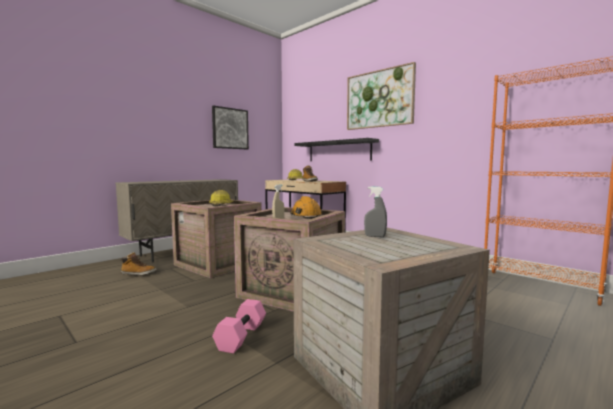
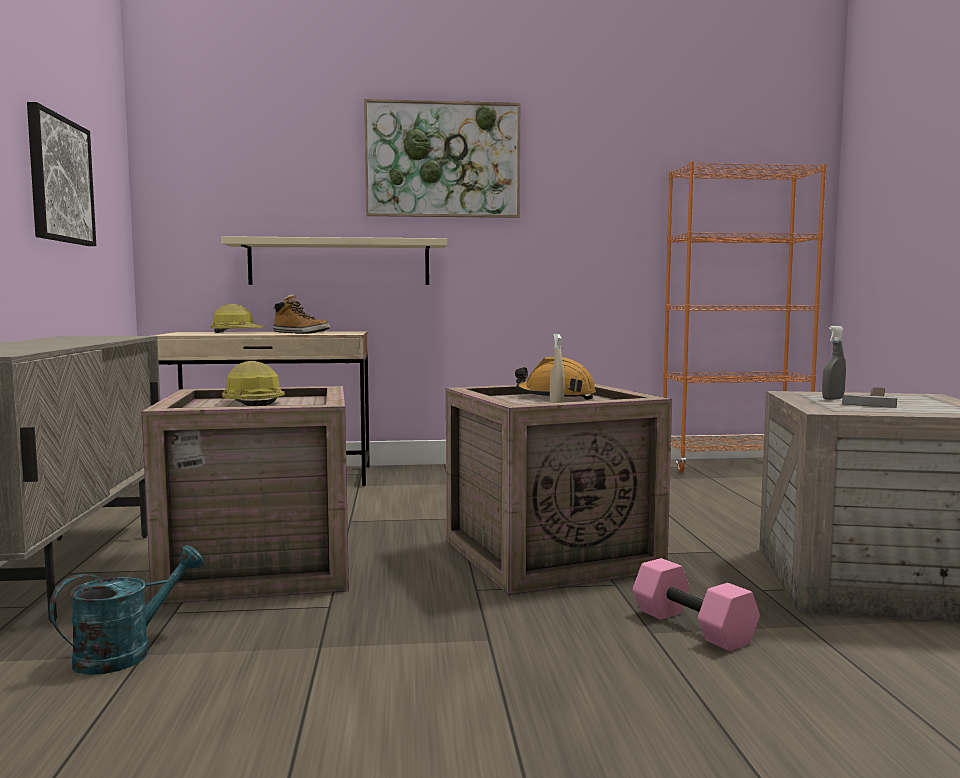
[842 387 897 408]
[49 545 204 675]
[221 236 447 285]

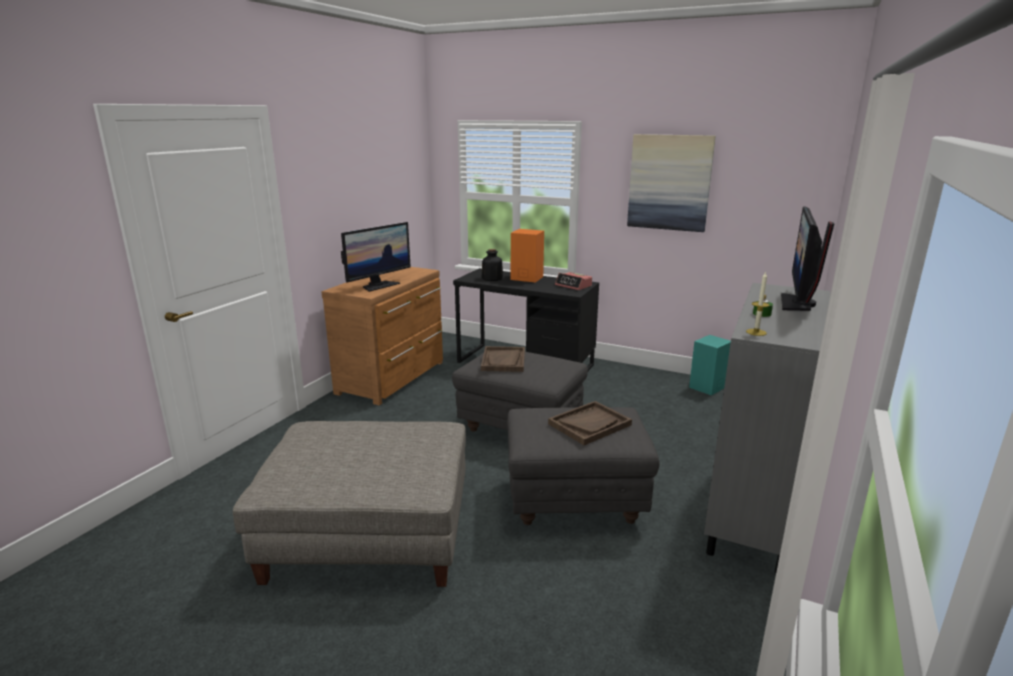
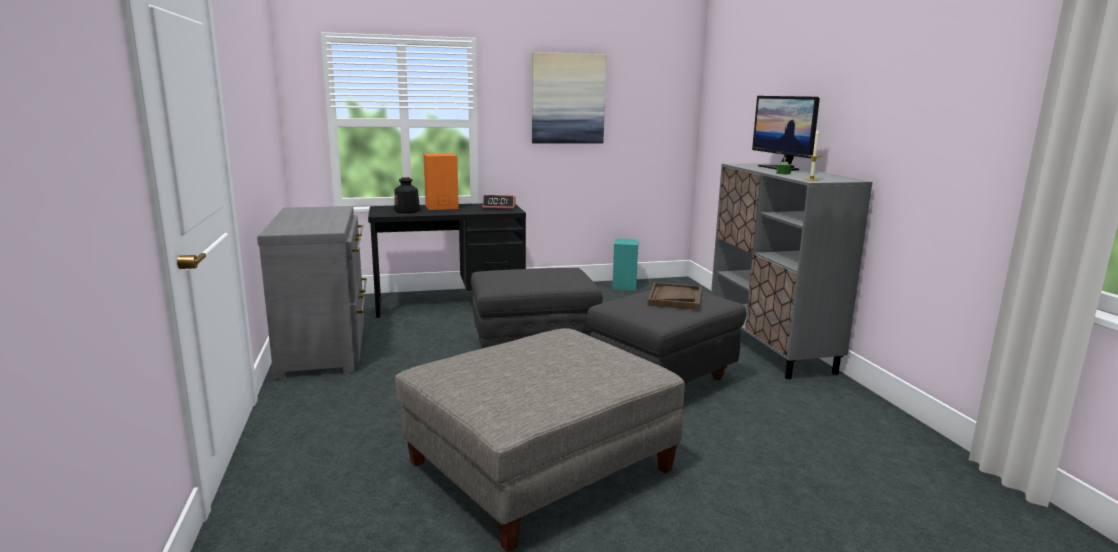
[341 222 411 292] (first image)
[481 346 525 372] (first image)
[257 206 367 379]

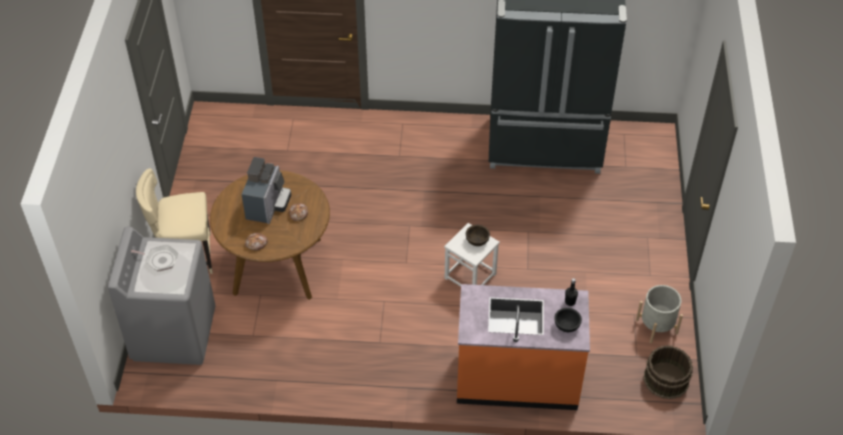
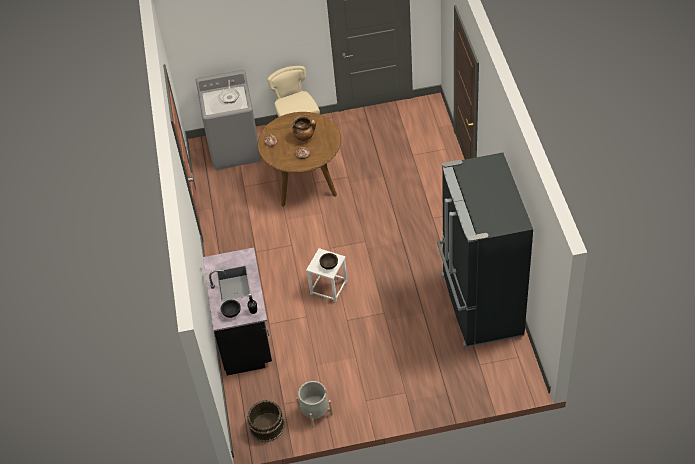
[293 115 316 142]
[203 248 272 375]

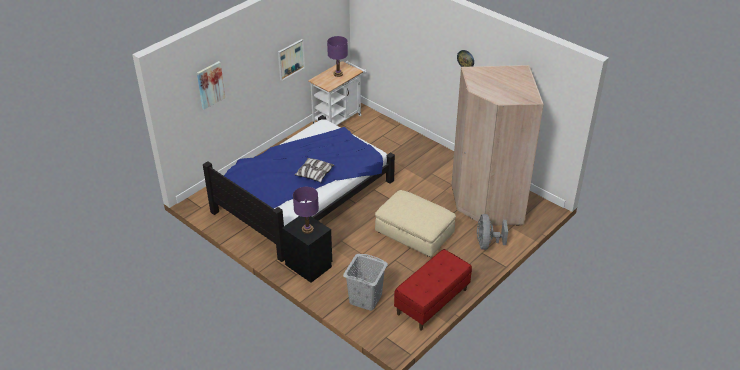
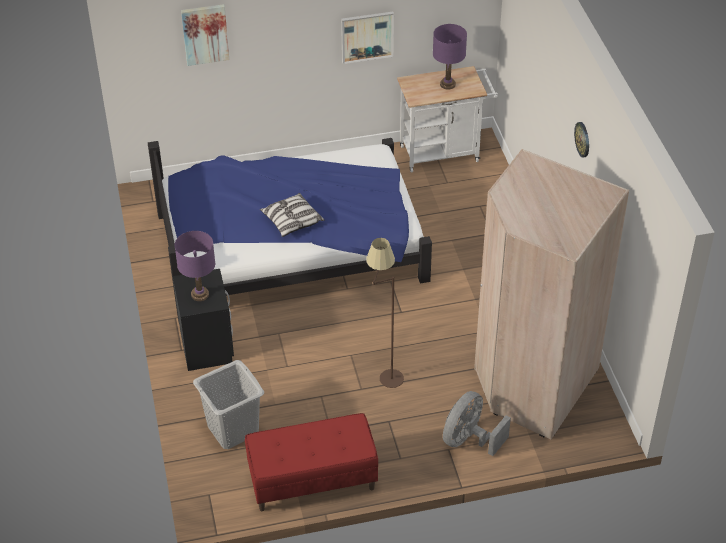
[366 238 404 388]

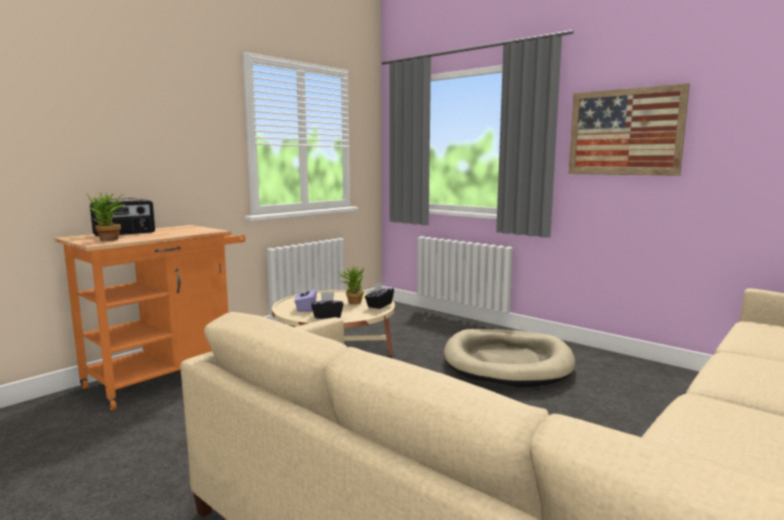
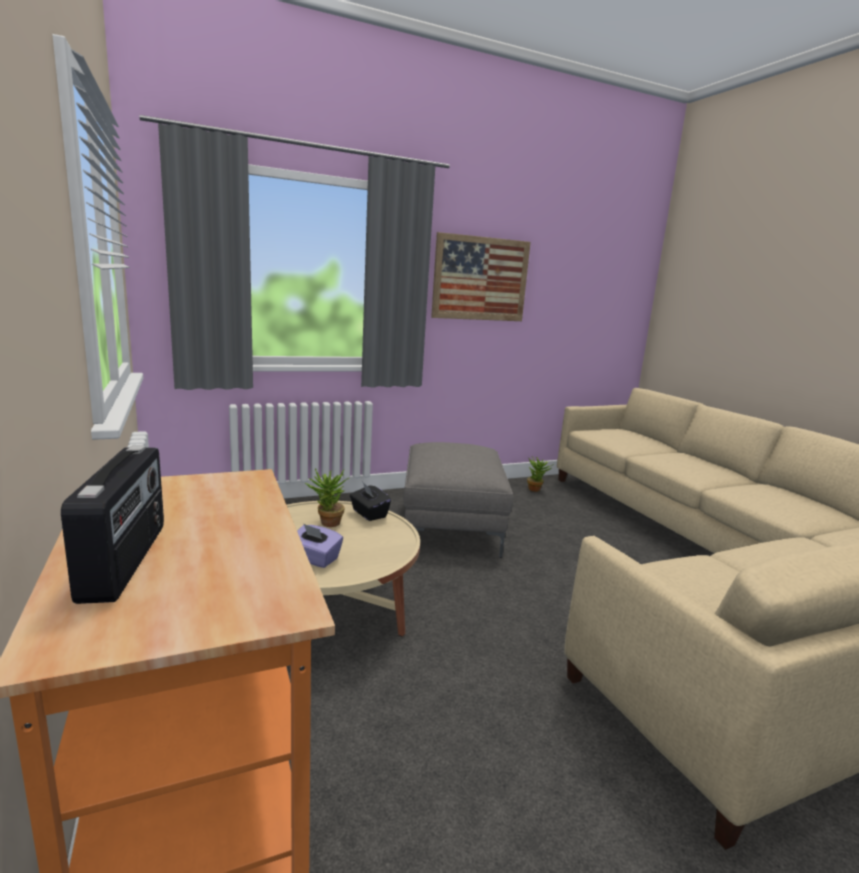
[311 292 343 319] (first image)
[527 456 554 492]
[403 442 513 558]

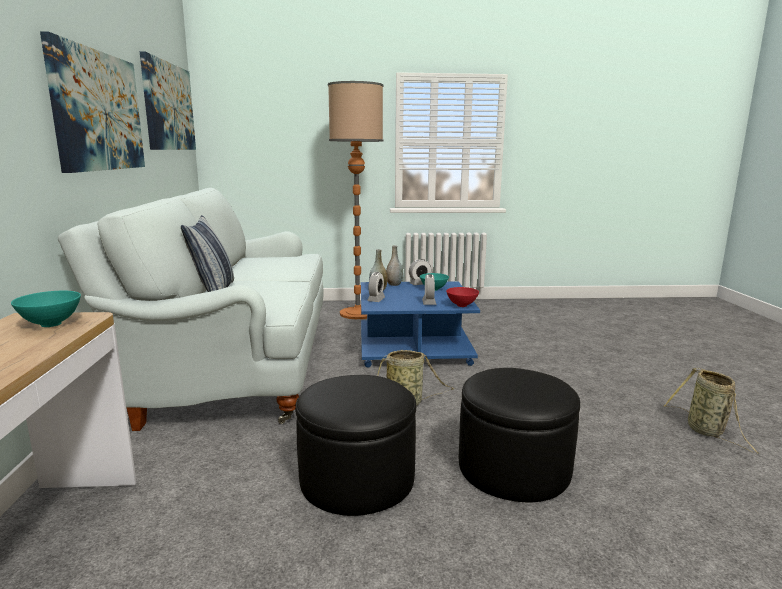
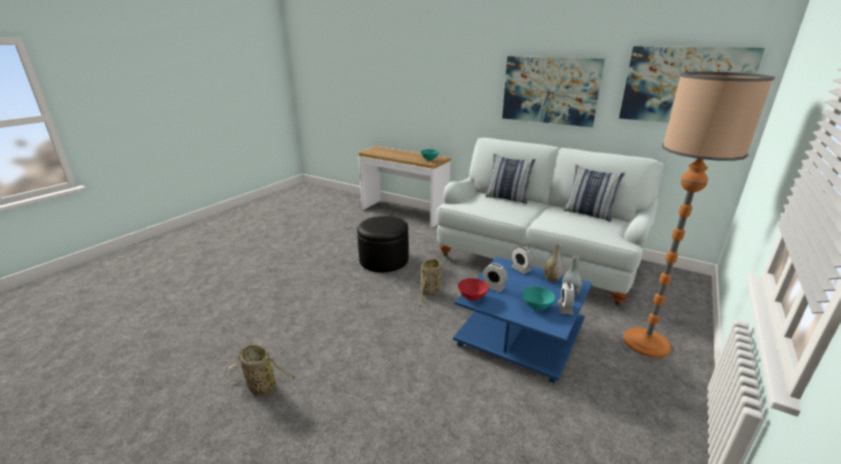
[459 368 580 502] (first image)
[564 165 625 222]

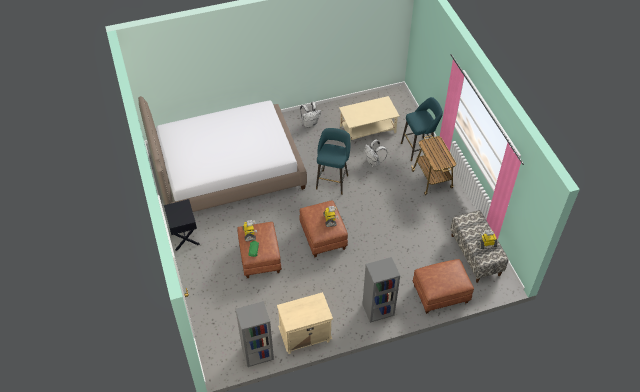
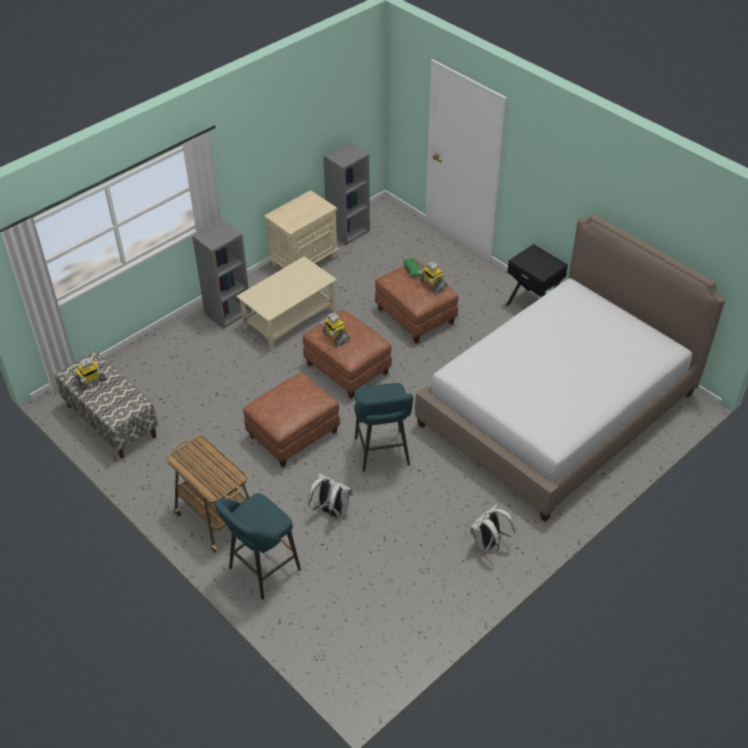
[236 256 337 350]
[243 373 340 467]

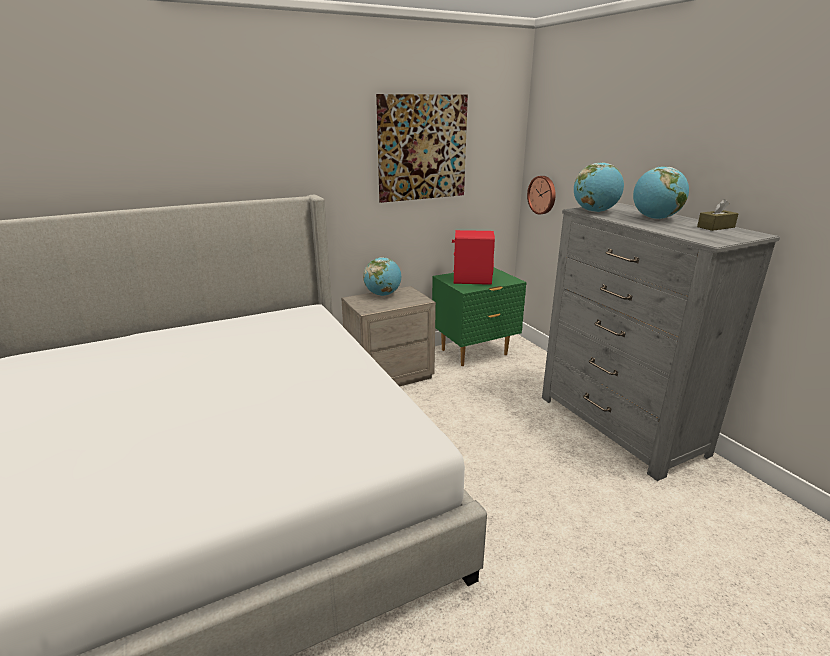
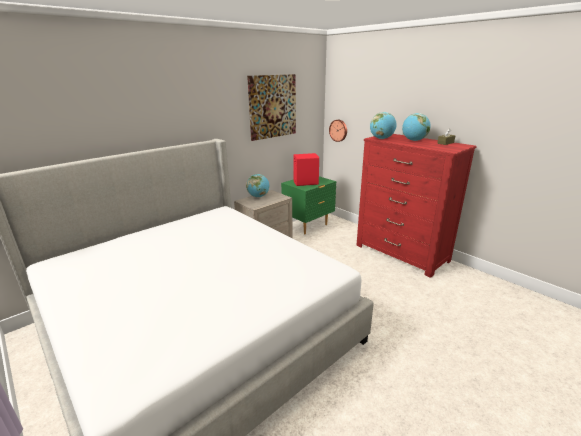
[356 134 477 278]

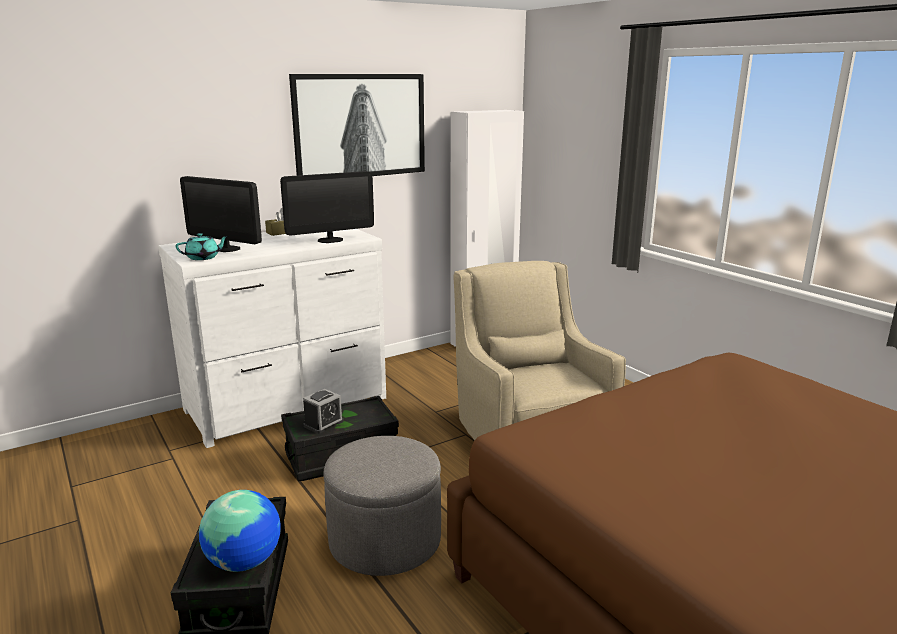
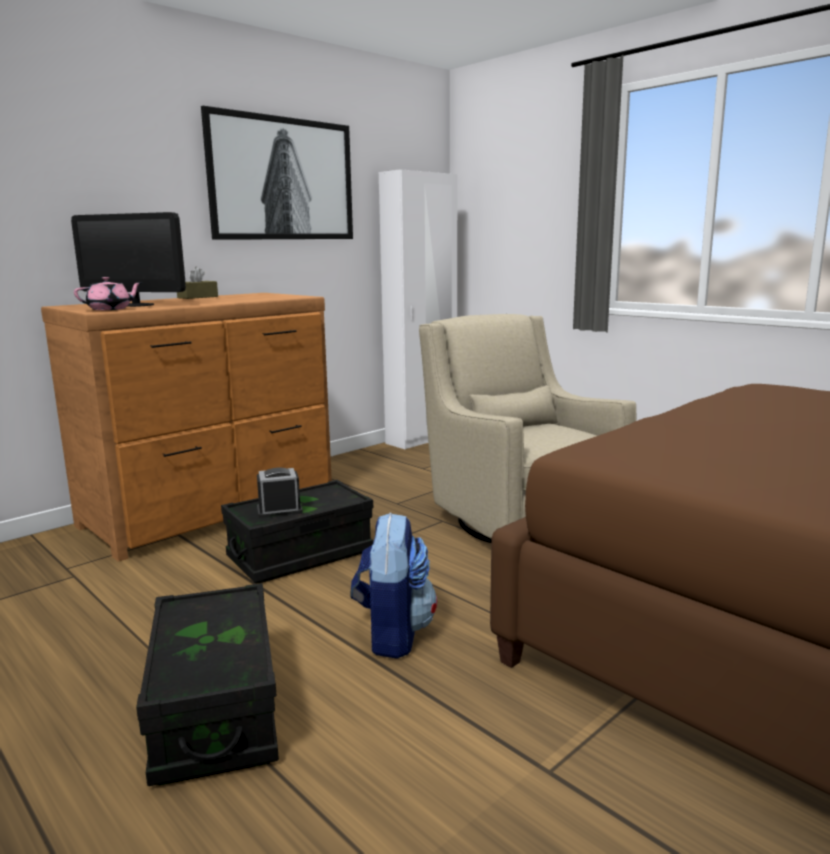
[199 490 281 572] (first image)
[280 171 374 243] (first image)
[350 513 437 659]
[41 293 332 562]
[74 277 141 310]
[257 468 303 518]

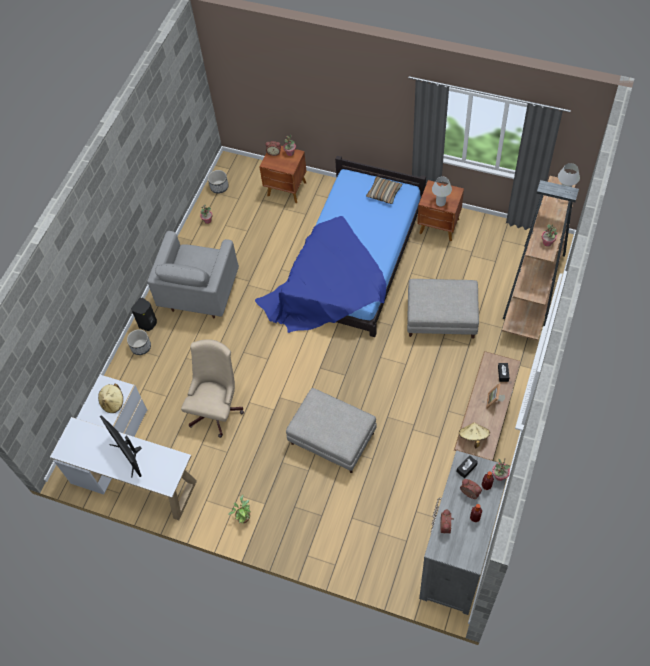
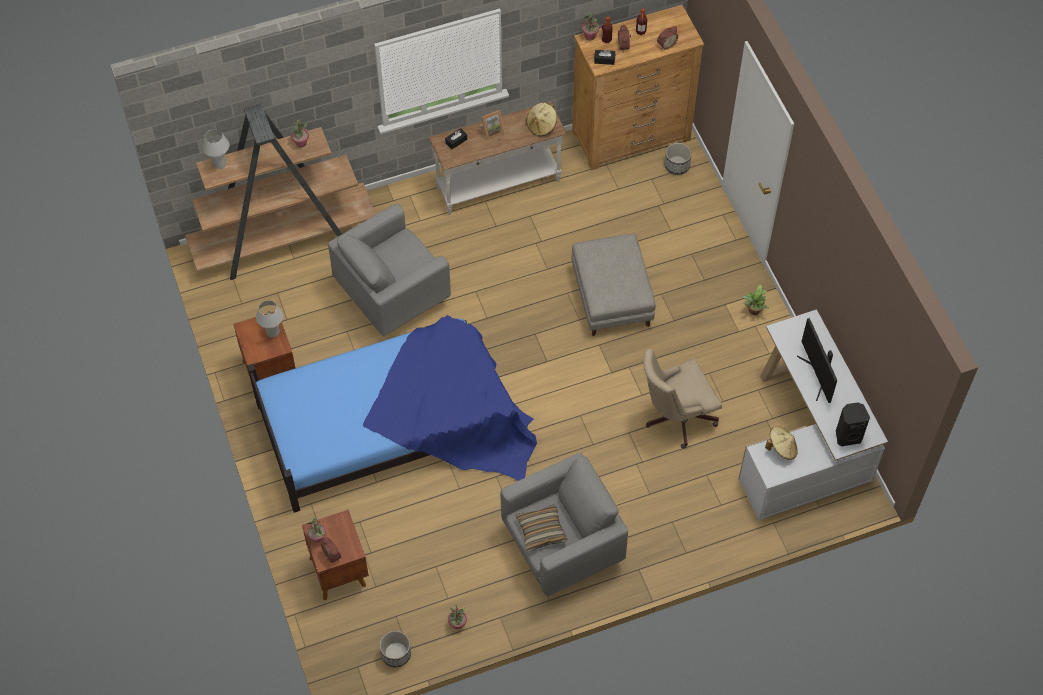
[664 143 692 175]
[836 402 870 446]
[515 505 567 552]
[328 204 451 336]
[572 5 704 171]
[797 318 837 403]

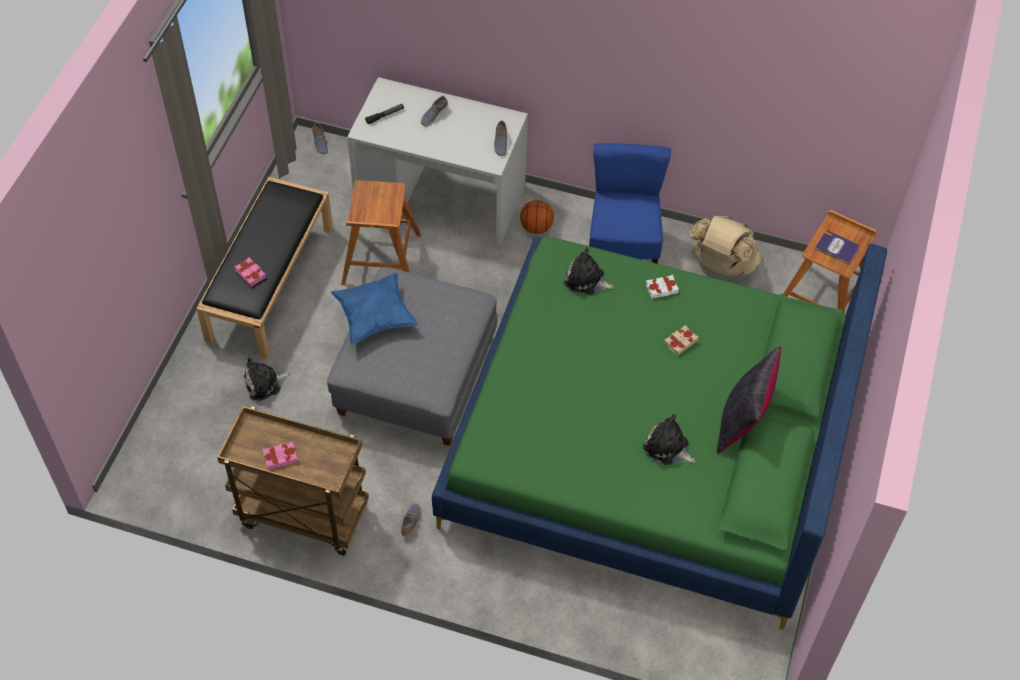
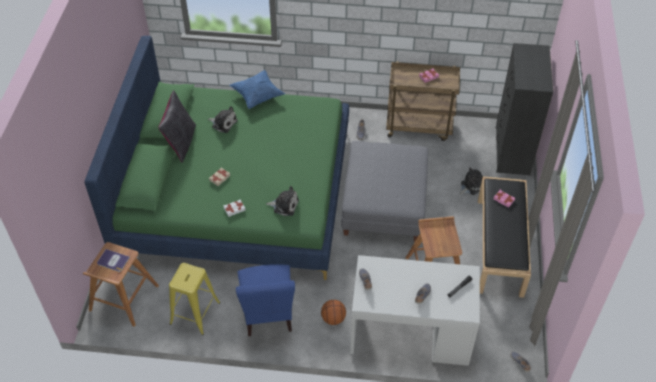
[496 43 553 175]
[230 70 285 109]
[169 263 220 335]

